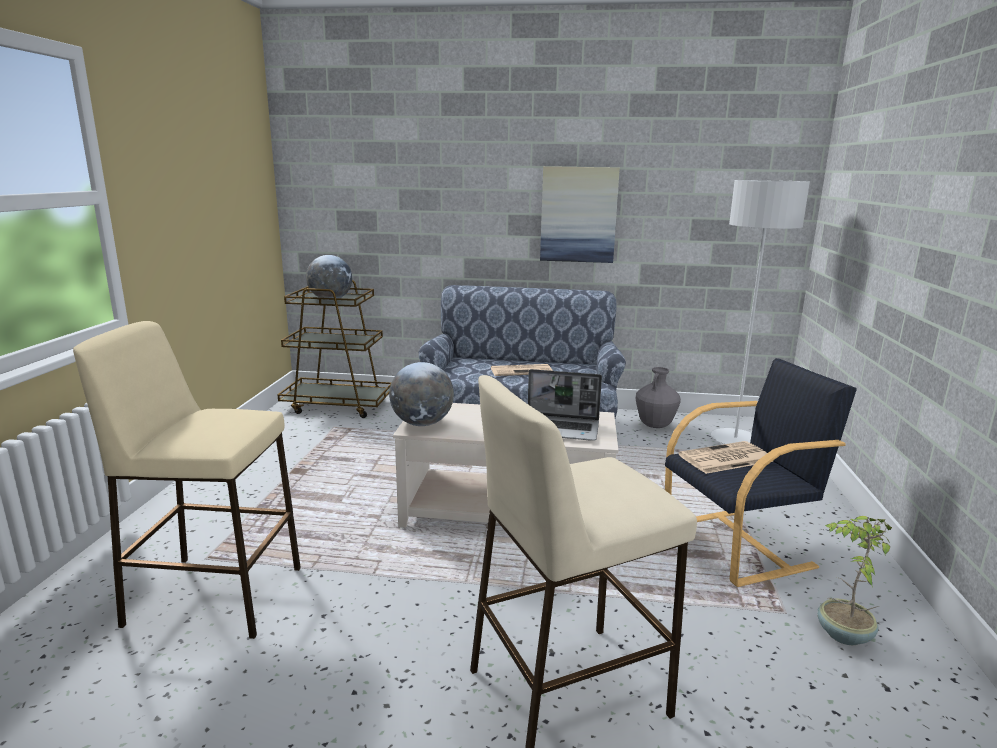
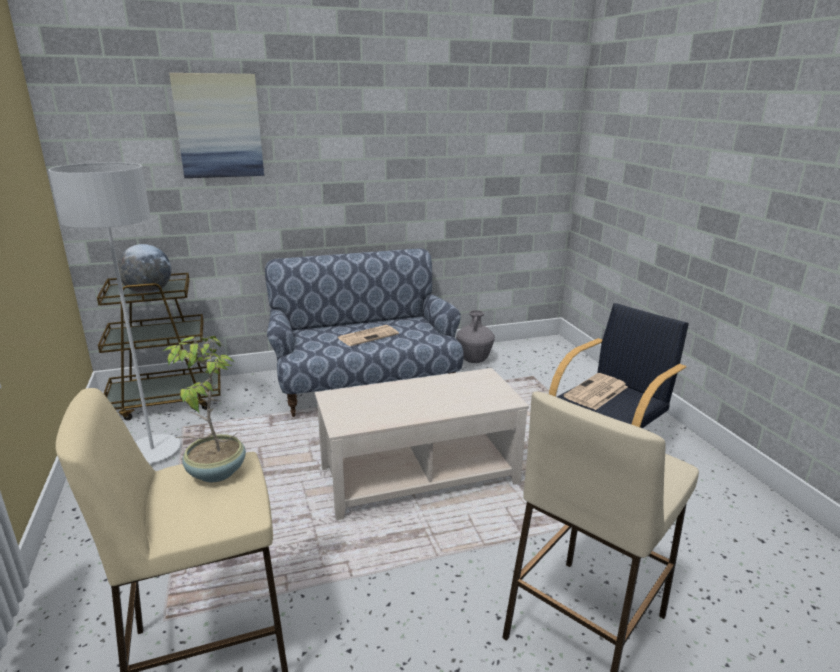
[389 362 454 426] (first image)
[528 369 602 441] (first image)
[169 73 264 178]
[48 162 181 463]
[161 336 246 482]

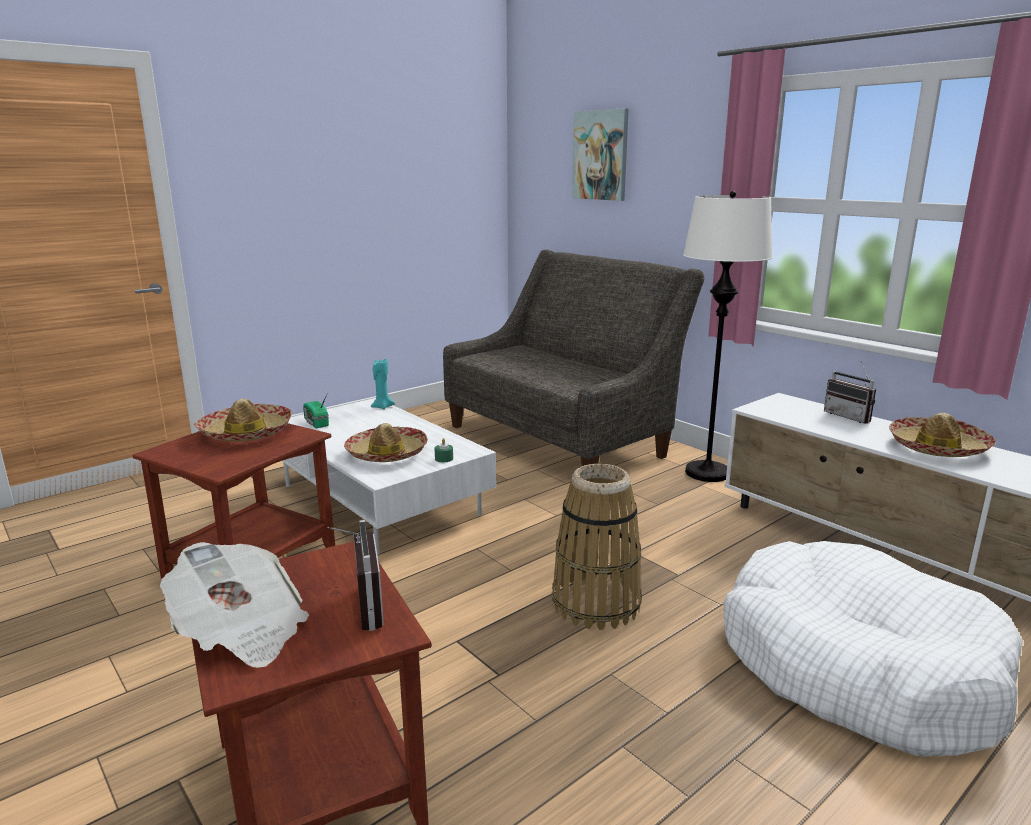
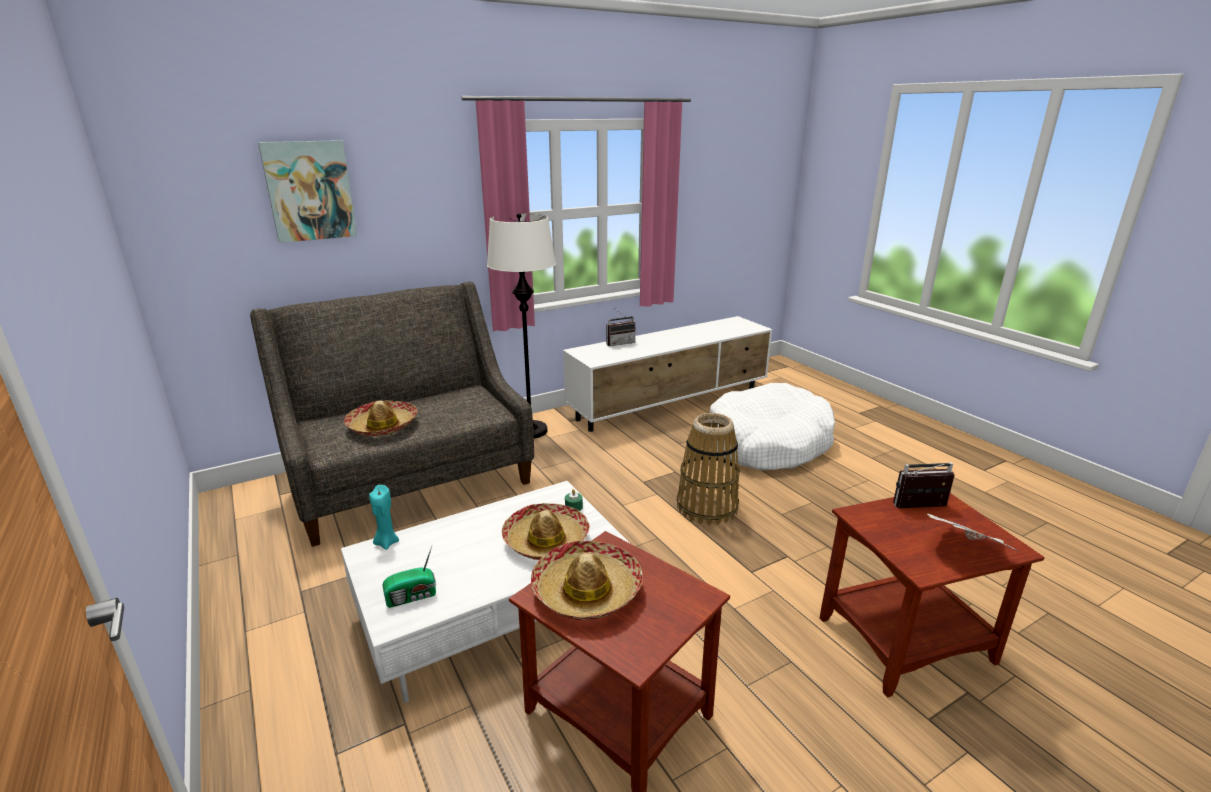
[344 400 418 436]

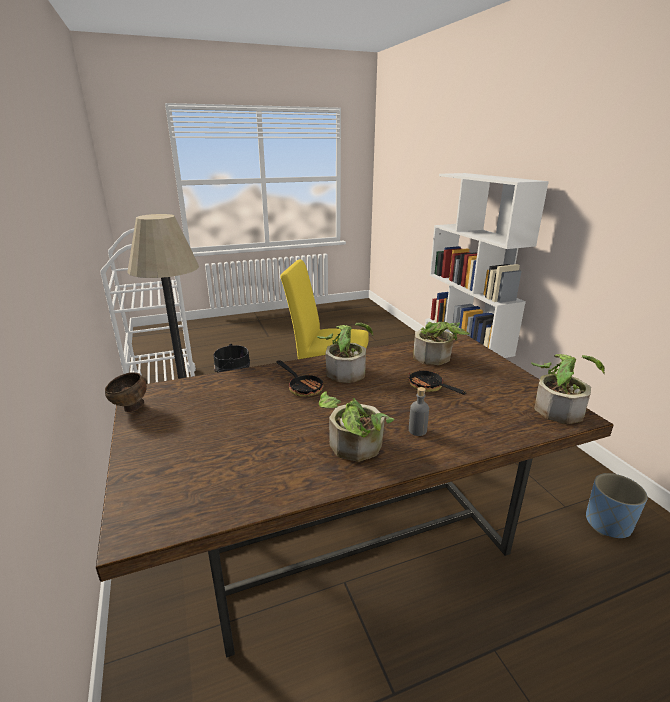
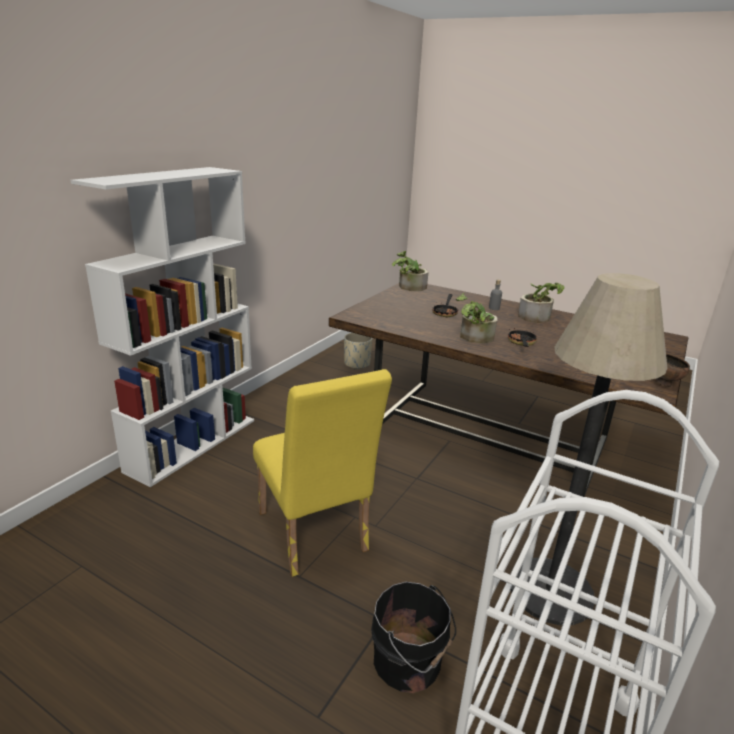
[413 322 470 365] (first image)
[344 333 372 369]

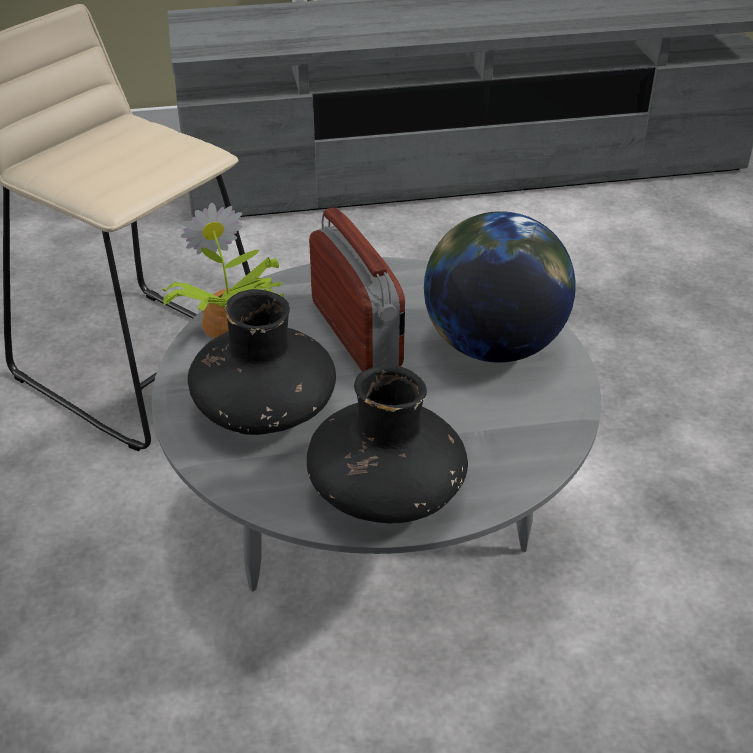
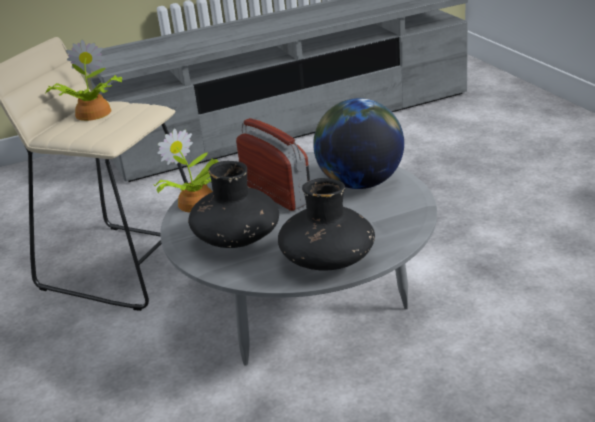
[45 40 122 121]

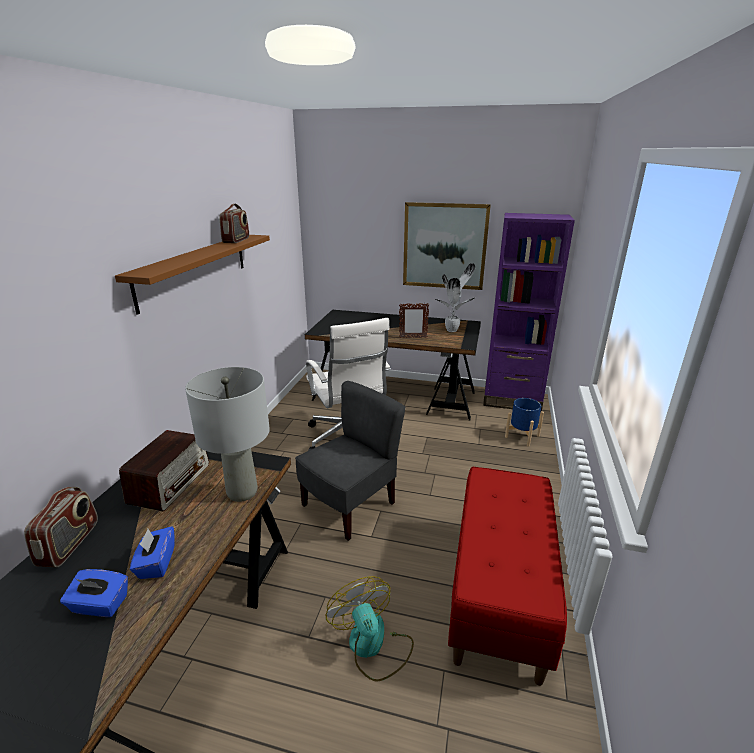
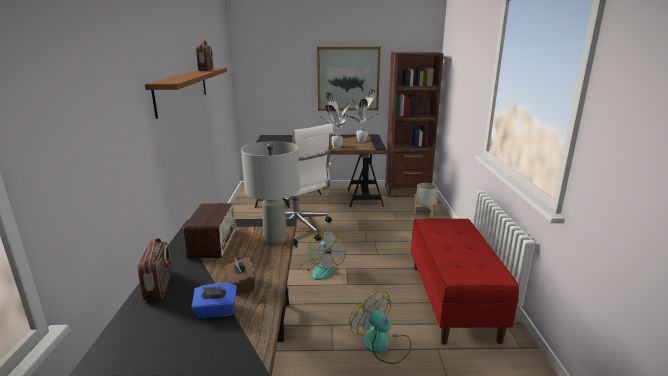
[299 230 347 280]
[319 92 351 148]
[226 256 255 294]
[385 52 444 197]
[413 183 438 217]

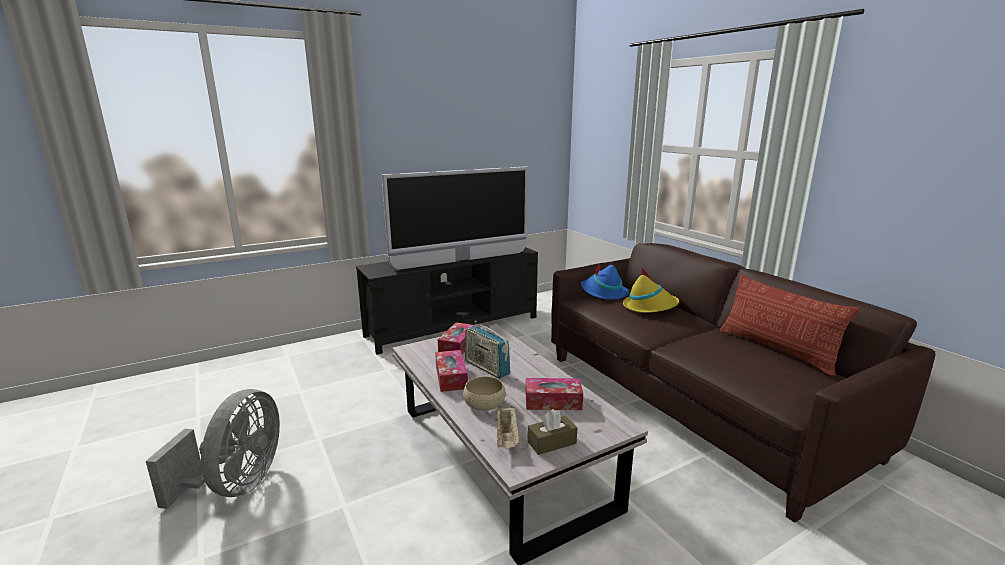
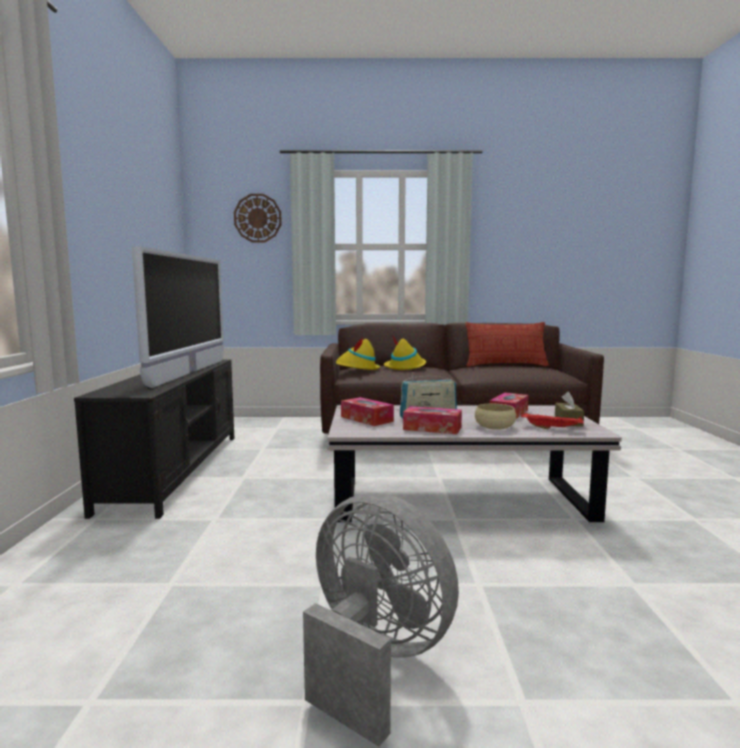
[234 194 282 243]
[521 413 584 429]
[336 336 380 370]

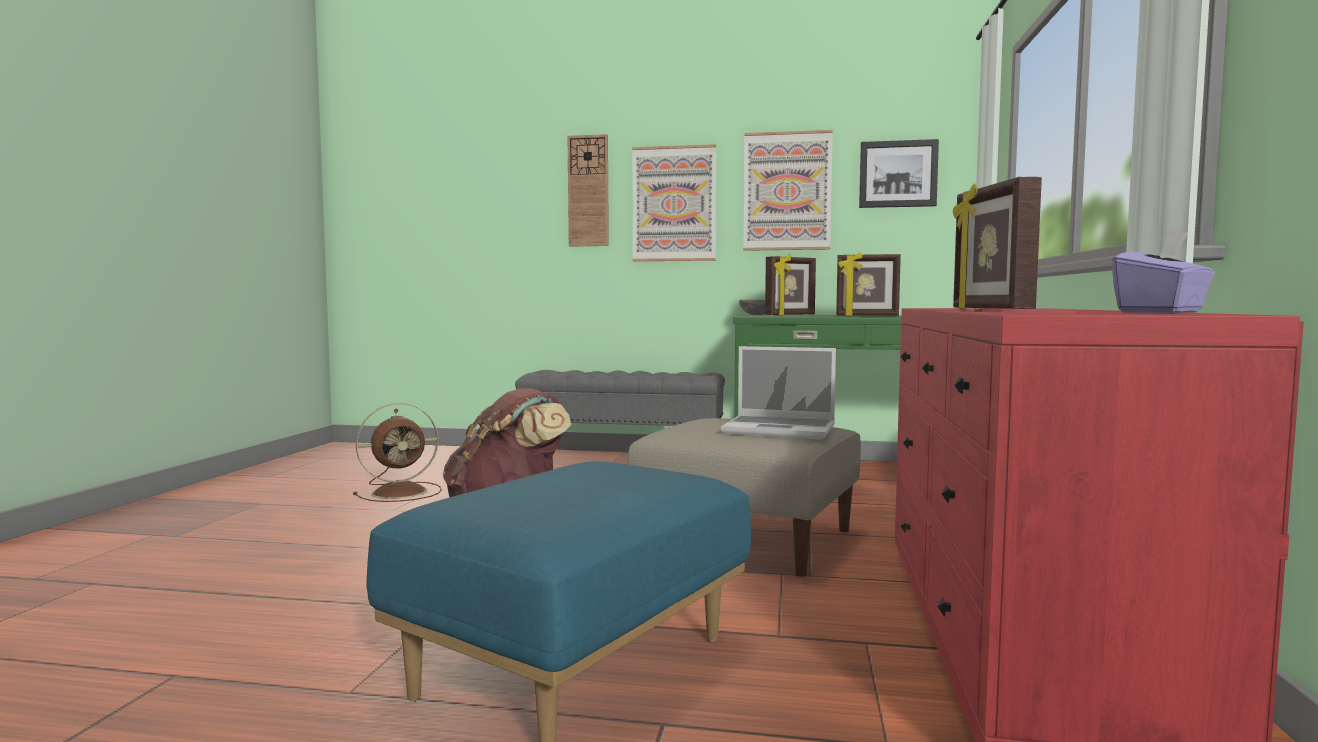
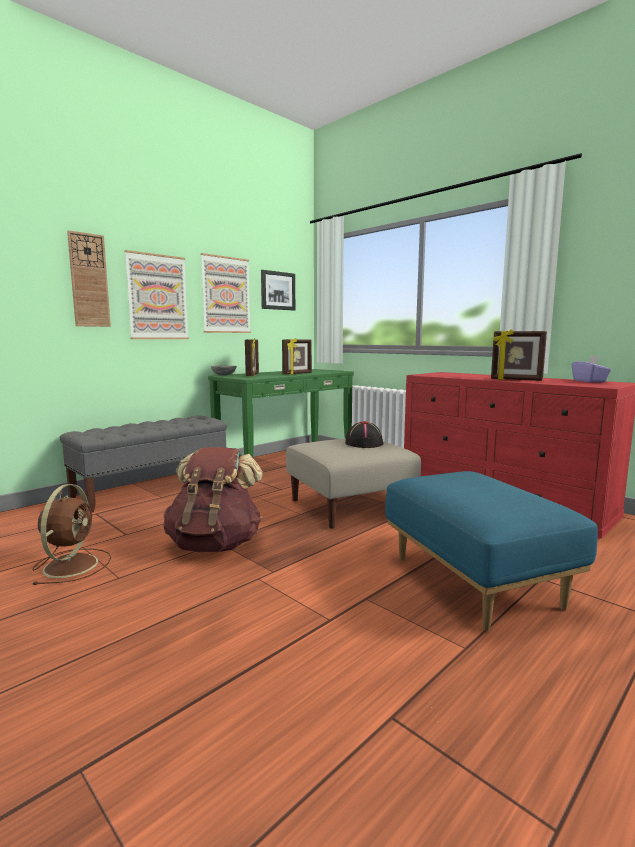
[345 421 383 448]

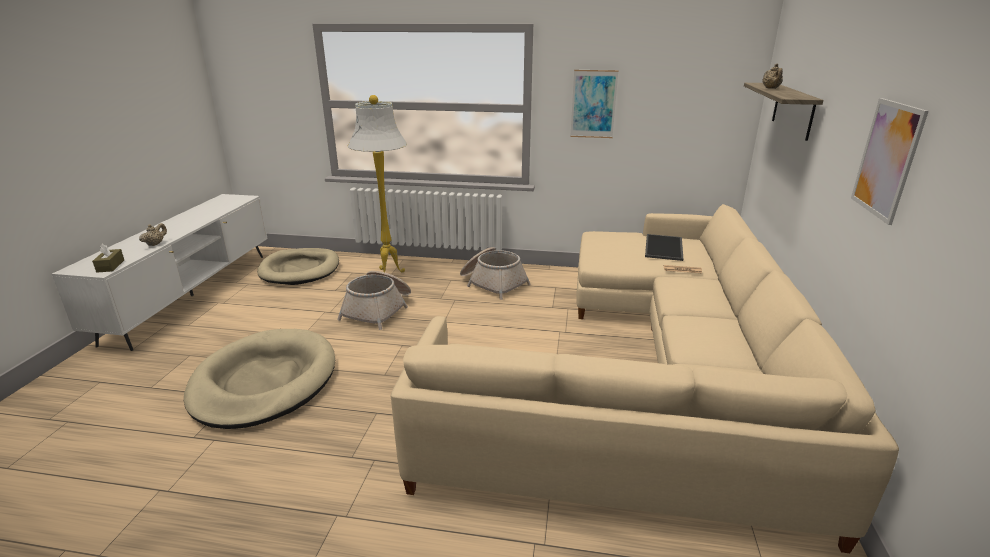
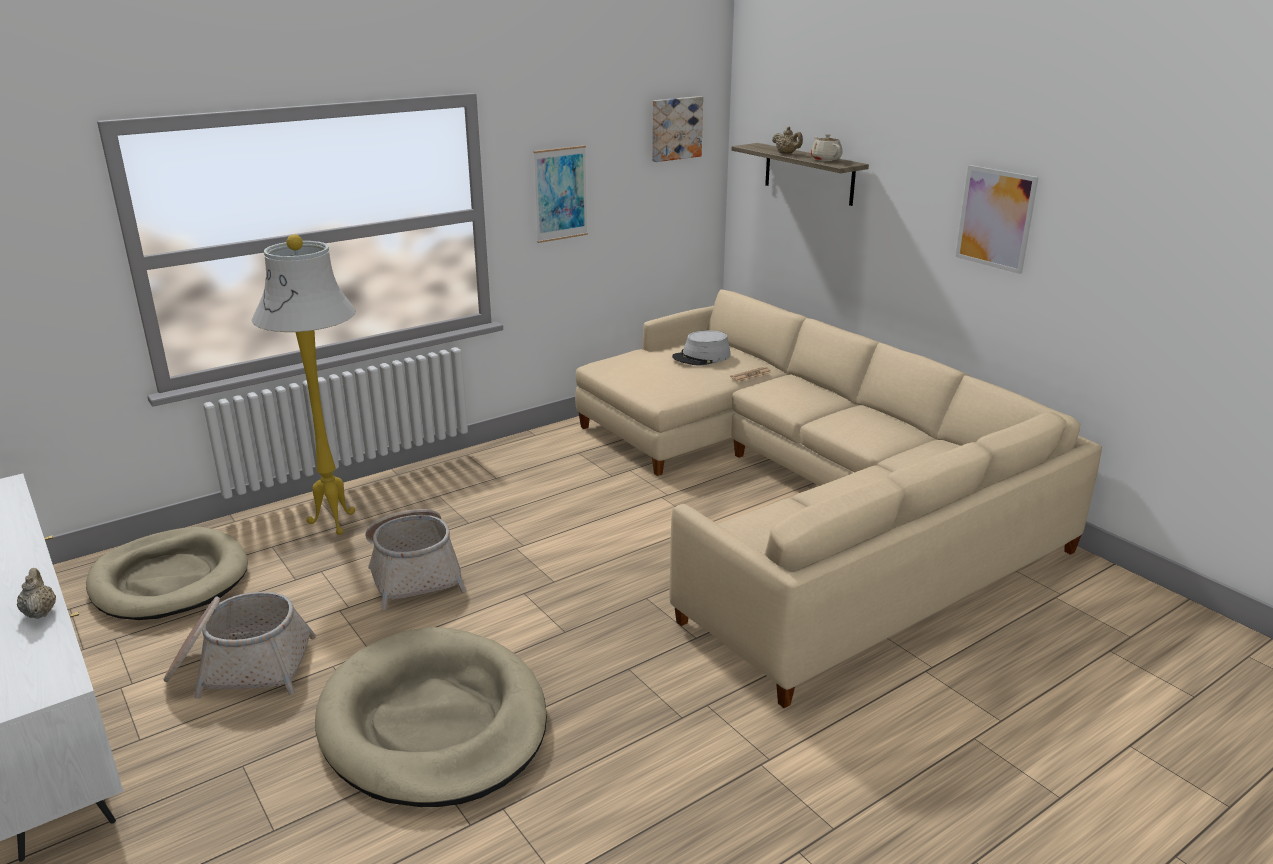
[92 244 124 272] (first image)
[652 96 703 162]
[811 134 843 161]
[163 592 316 699]
[672 331 731 366]

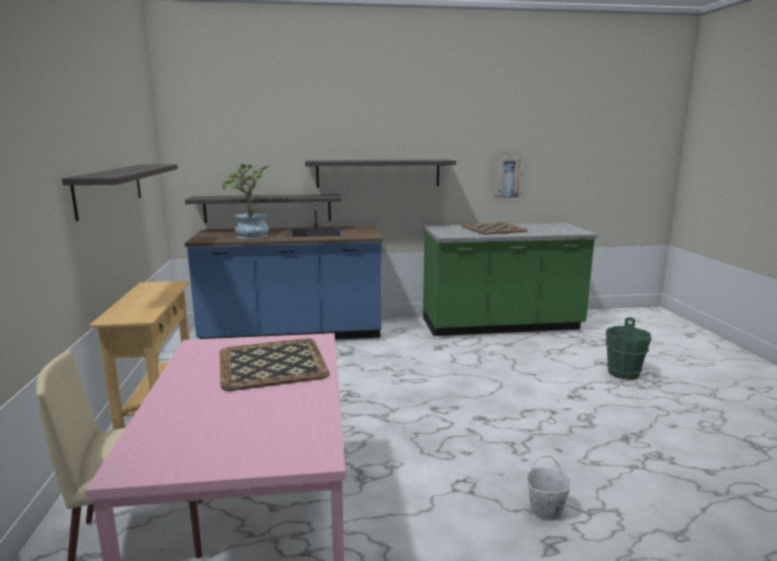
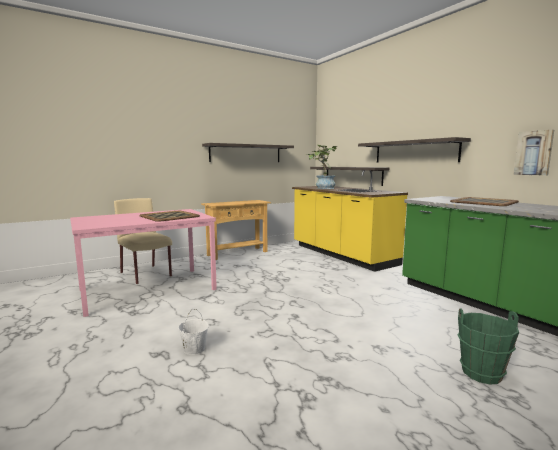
[292 170 408 272]

